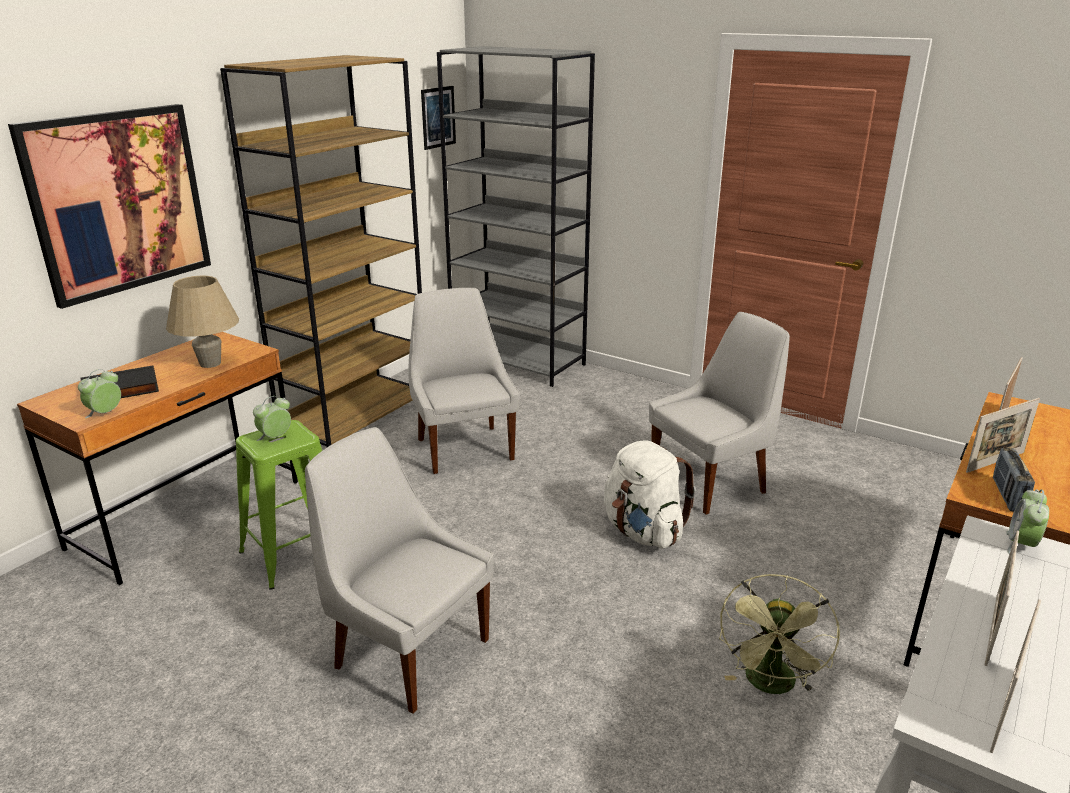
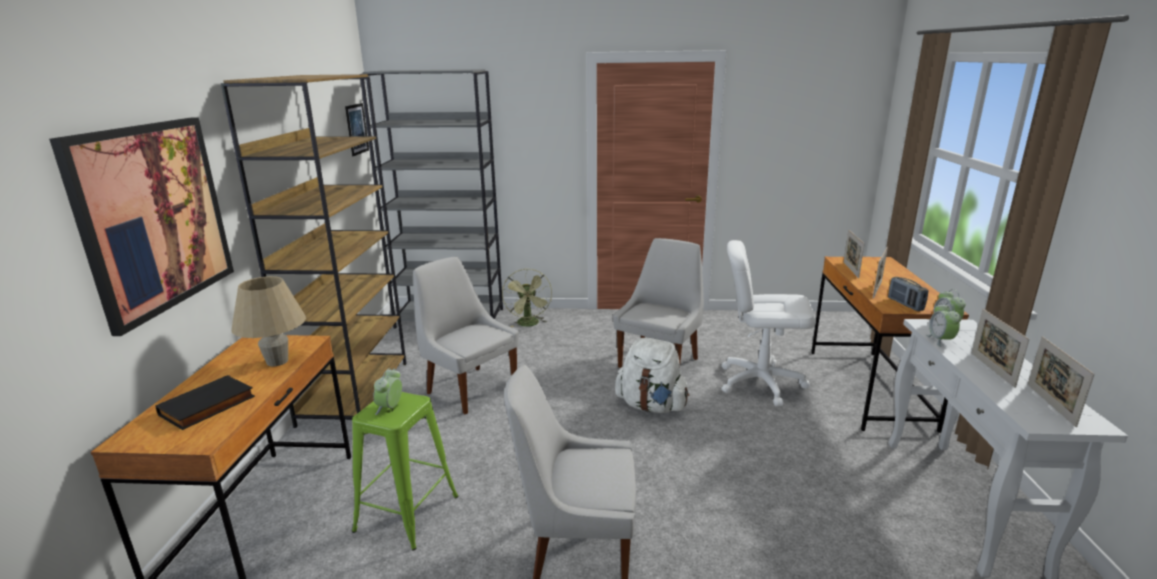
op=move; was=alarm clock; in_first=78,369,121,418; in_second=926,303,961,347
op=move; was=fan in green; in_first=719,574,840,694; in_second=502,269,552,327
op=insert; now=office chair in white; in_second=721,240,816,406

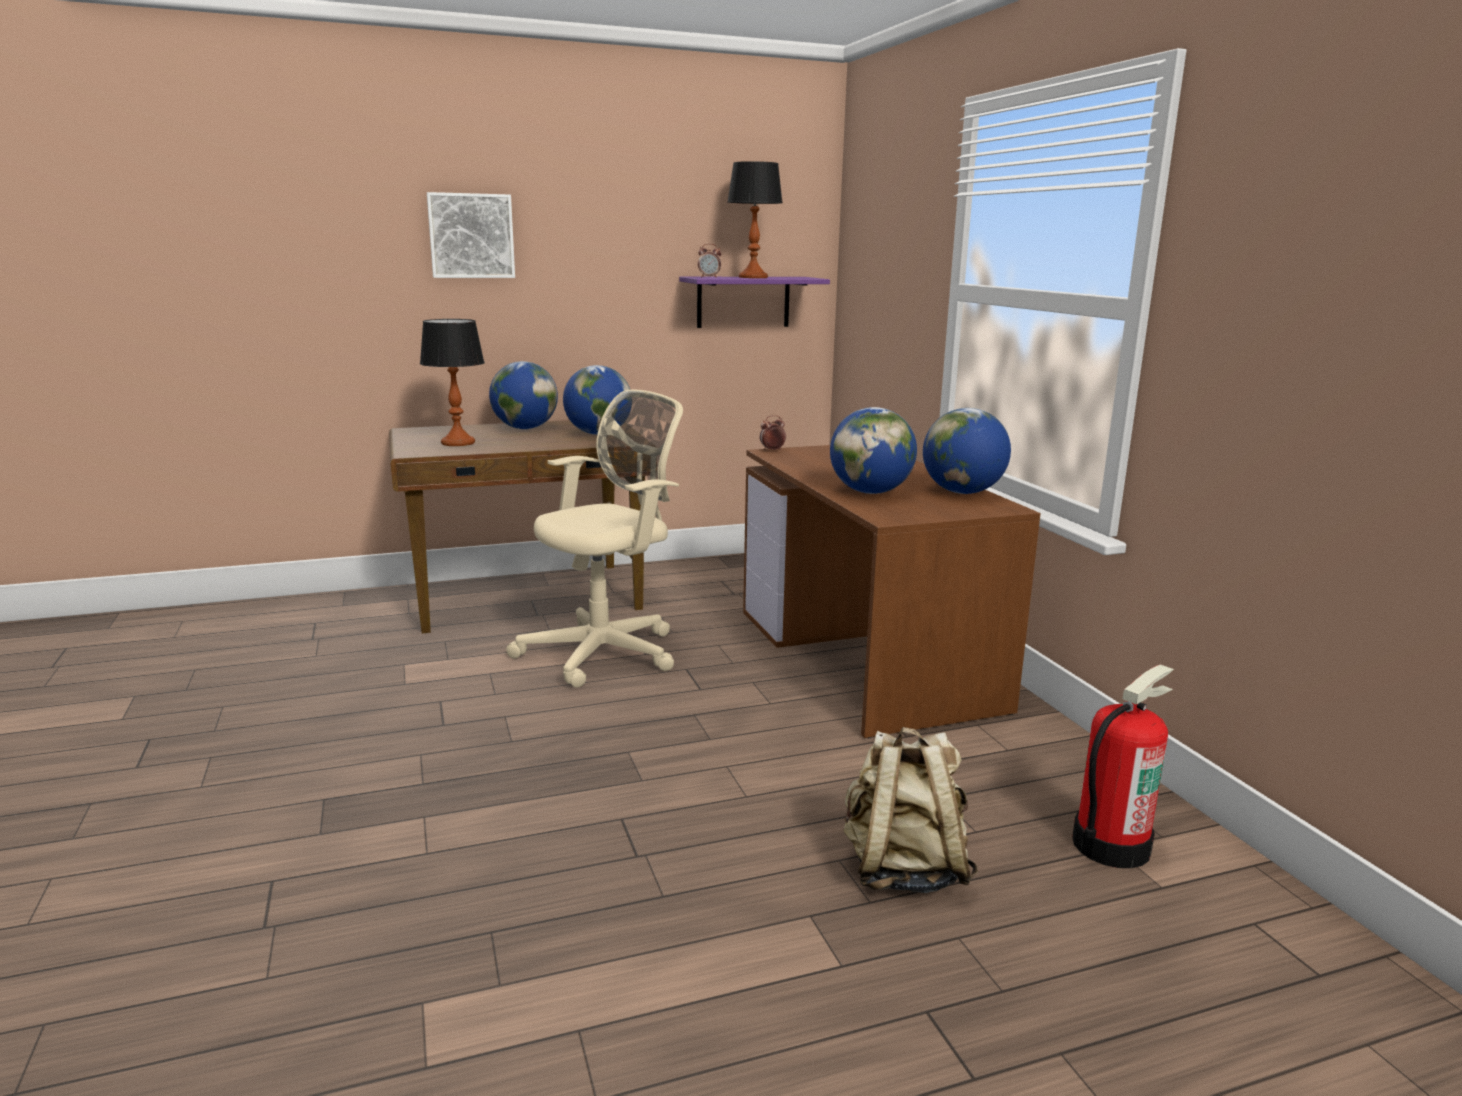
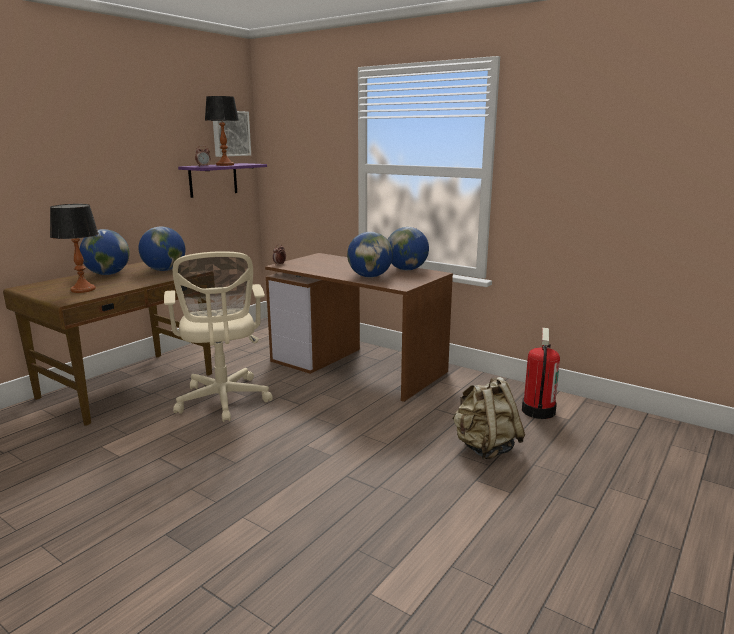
op=move; was=picture; in_first=427,192,515,278; in_second=213,111,251,157
op=rotate; was=office chair in beige; in_first=506,389,683,688; in_second=164,251,273,422; clockwise=150

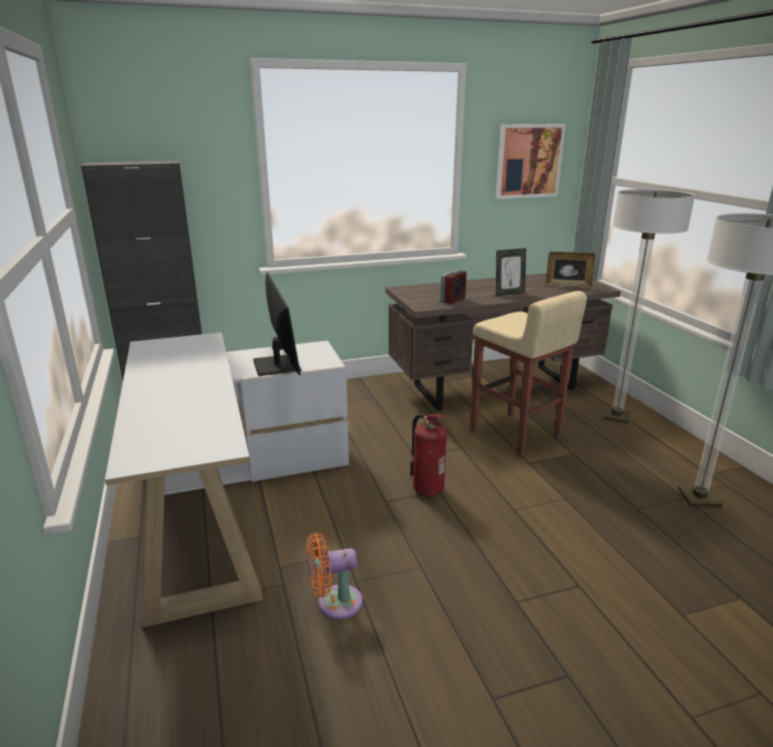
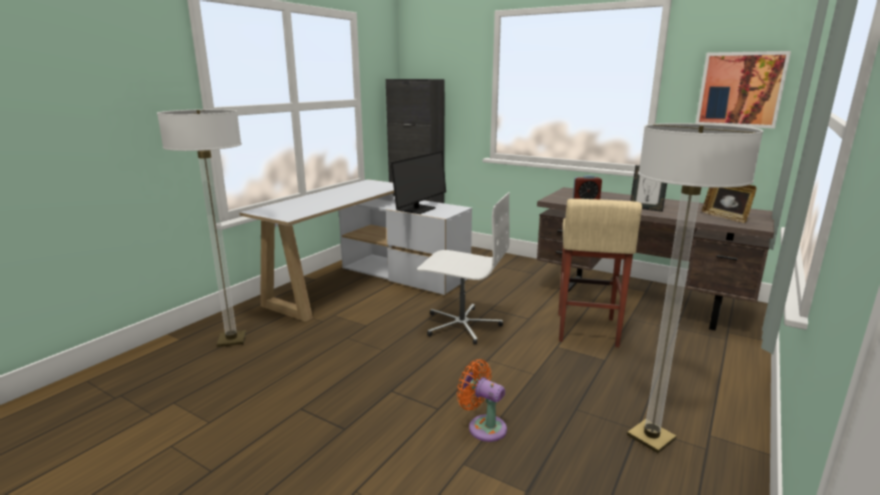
op=move; was=floor lamp; in_first=603,189,695,424; in_second=157,109,246,347
op=replace; was=fire extinguisher; now=office chair in white; in_first=410,414,447,496; in_second=417,192,510,344
op=move; was=fan in orange; in_first=307,533,363,620; in_second=457,359,507,442

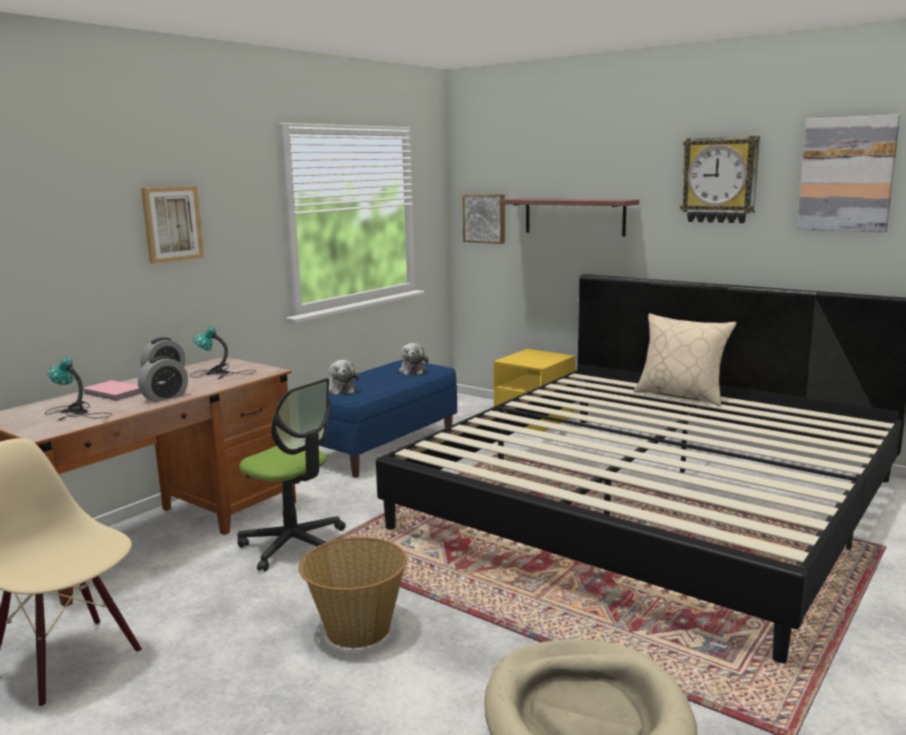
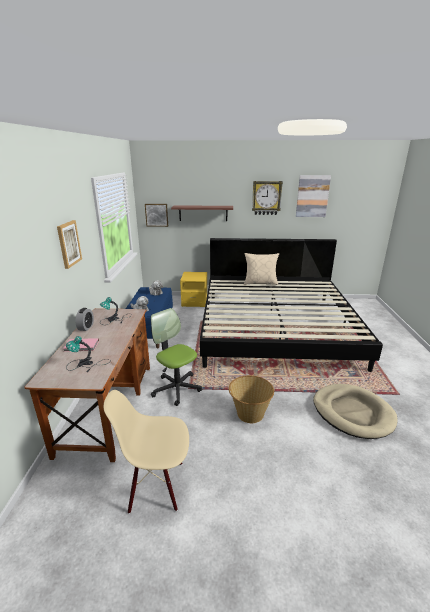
op=delete; was=alarm clock; in_first=138,356,188,402
op=rotate; was=office chair; in_first=237,378,346,571; in_second=151,308,202,406; clockwise=-135

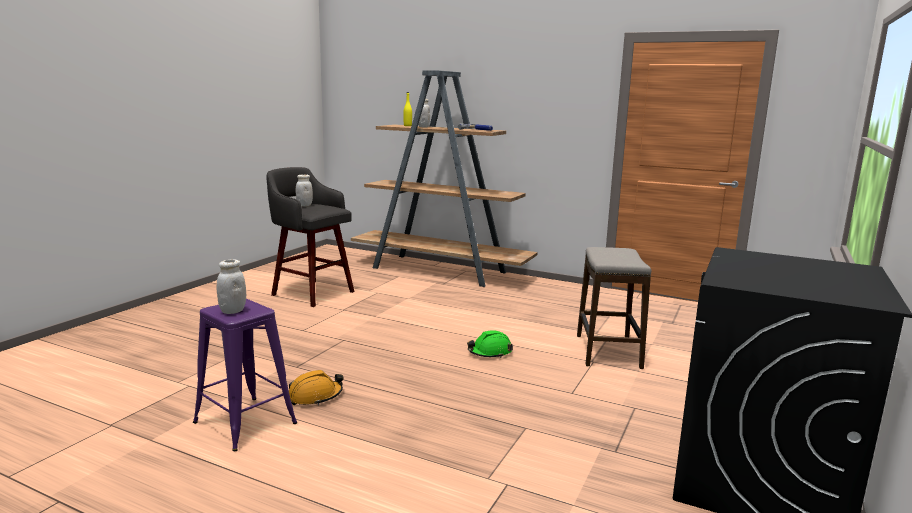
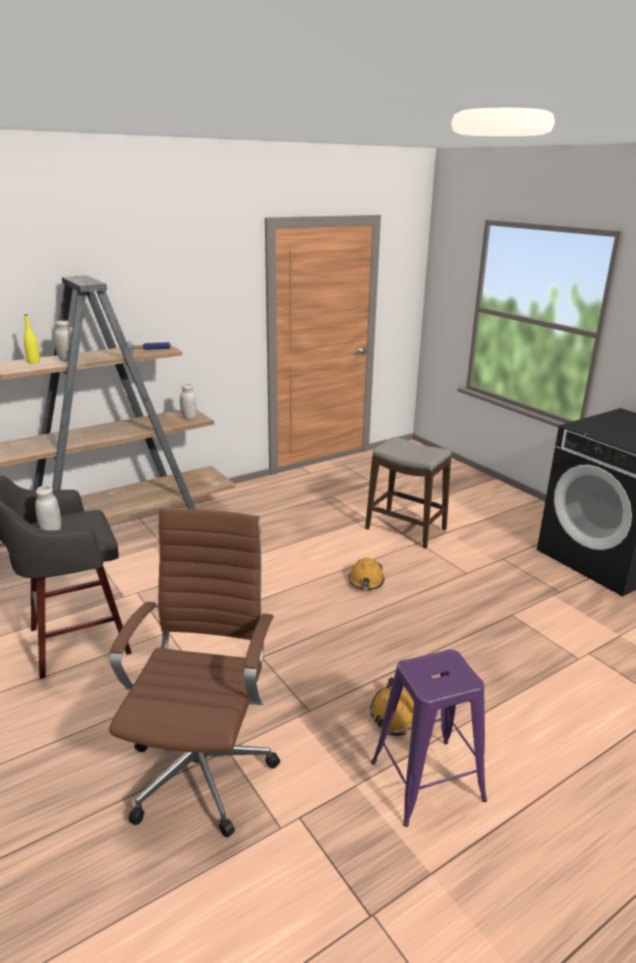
op=move; was=jar in white; in_first=217,259,246,314; in_second=180,384,197,419
op=recolor; was=hard hat in green; now=hard hat in orange; in_first=467,330,513,358; in_second=349,558,385,590
op=insert; now=office chair in brown; in_second=109,508,280,838

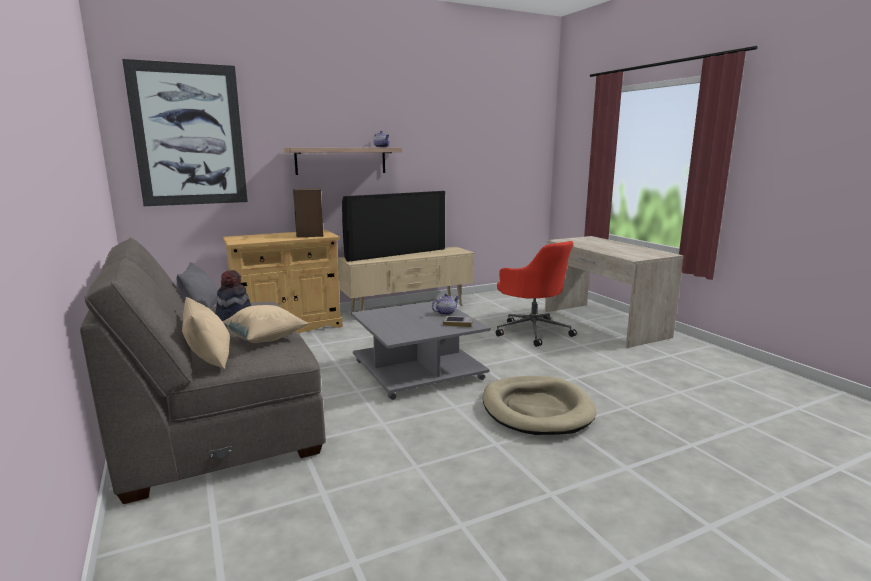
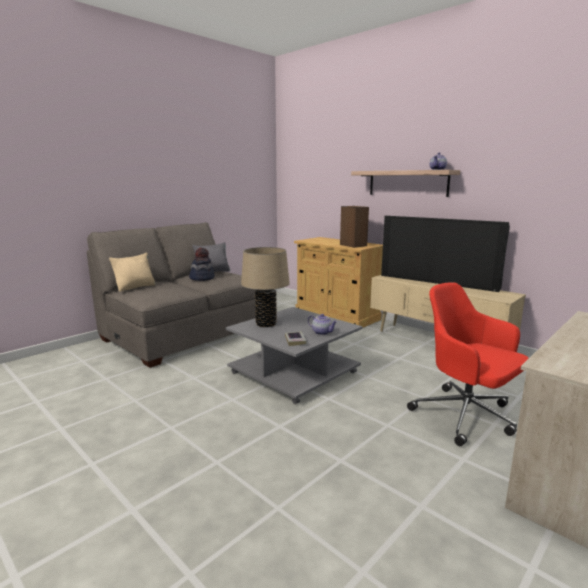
op=delete; was=picture; in_first=122,59,248,206
op=rotate; was=office chair in red; in_first=496,241,577,347; in_second=407,283,529,446; clockwise=105
op=delete; was=pillow in beige; in_first=222,305,308,343
op=delete; was=dog bed in beige; in_first=483,376,596,435
op=insert; now=table lamp in beige; in_second=241,247,290,327

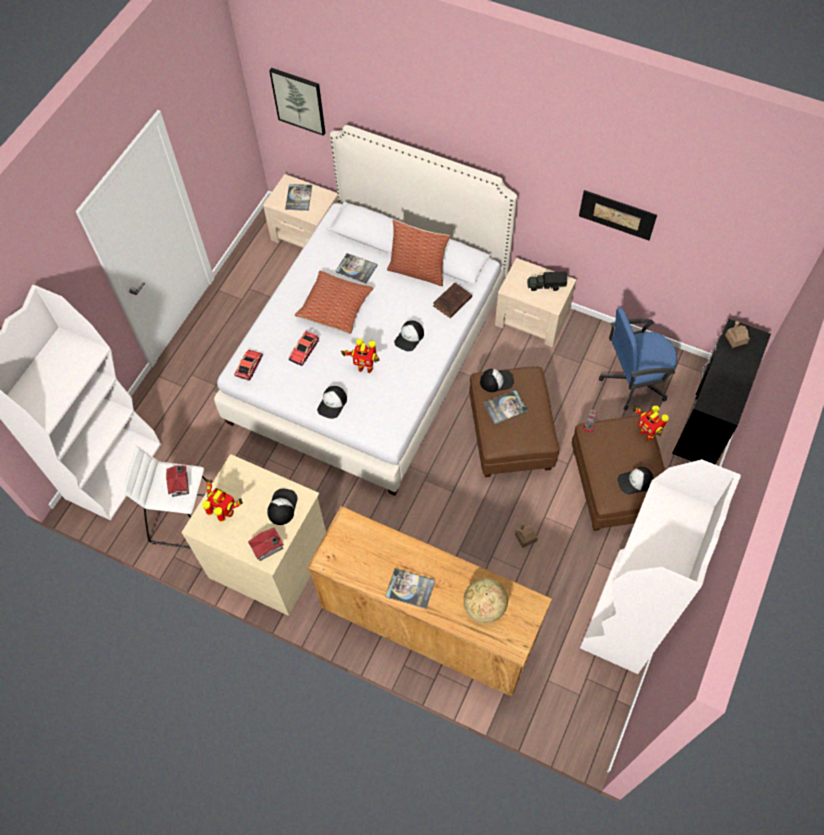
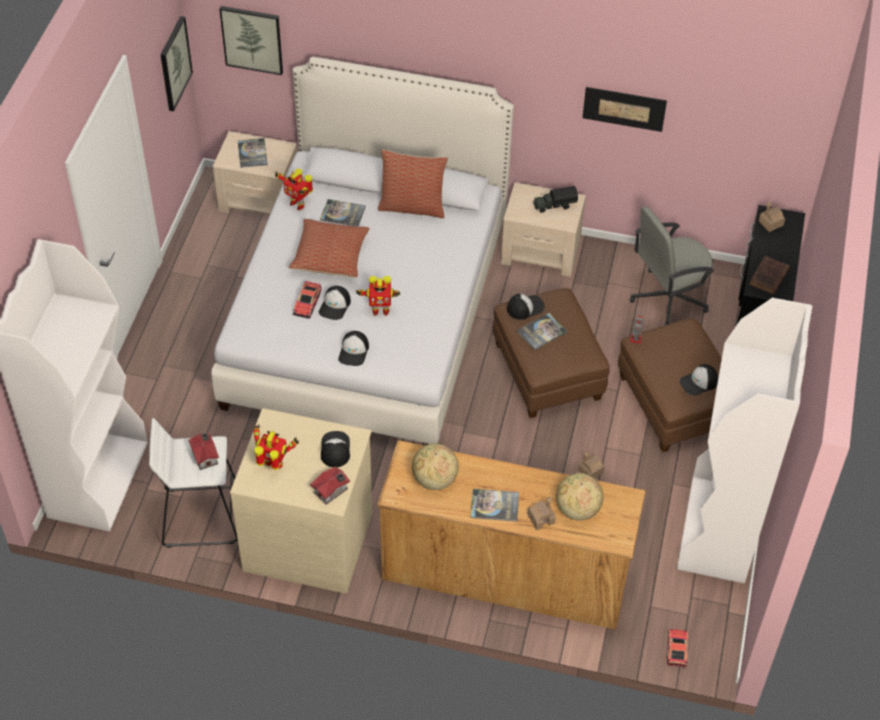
op=move; was=book in brown; in_first=433,282,472,318; in_second=749,256,790,295
op=recolor; was=office chair in blue; now=office chair in grey; in_first=599,308,677,410; in_second=630,206,714,326
op=move; was=cap; in_first=394,320,424,351; in_second=319,286,351,320
op=move; was=toy car; in_first=234,350,263,381; in_second=667,629,688,667
op=move; was=toy robot; in_first=633,405,669,441; in_second=275,169,313,210
op=insert; now=picture; in_second=161,16,193,111
op=insert; now=globe; in_second=412,443,459,490
op=insert; now=toy house; in_second=528,497,556,530

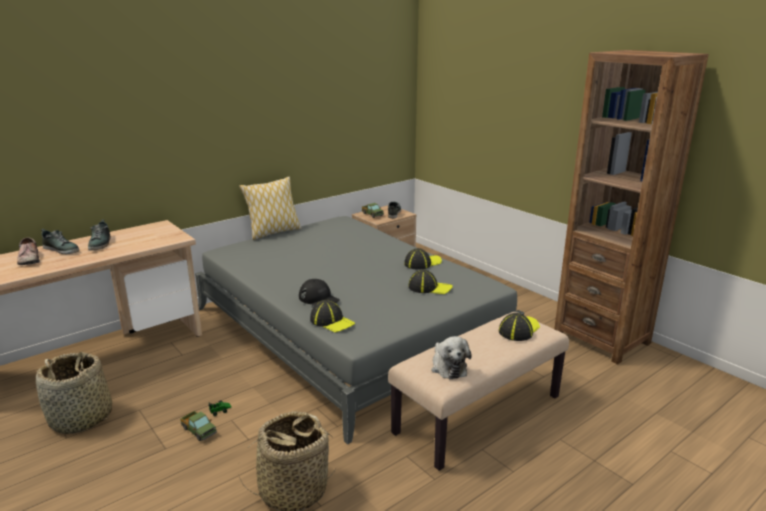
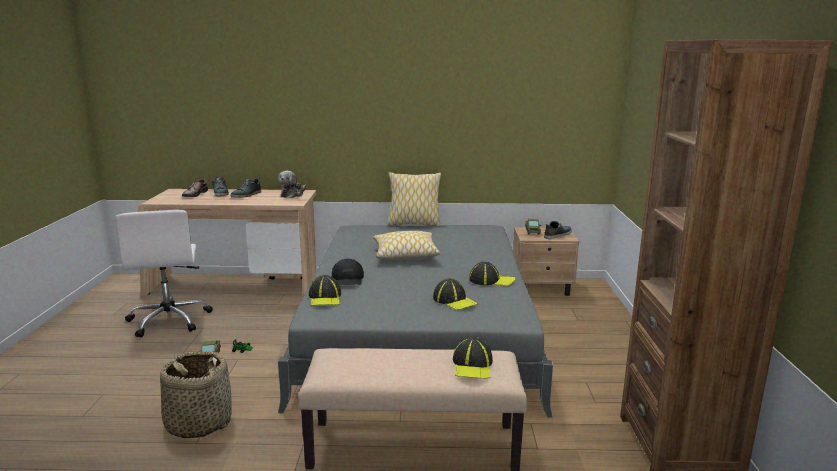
op=rotate; was=cap; in_first=499,313,540,341; in_second=453,336,493,379; clockwise=105
op=move; was=plush toy; in_first=432,336,472,379; in_second=278,171,306,198
op=replace; was=basket; now=office chair in white; in_first=36,352,112,434; in_second=115,210,213,337
op=insert; now=pillow; in_second=373,231,441,260

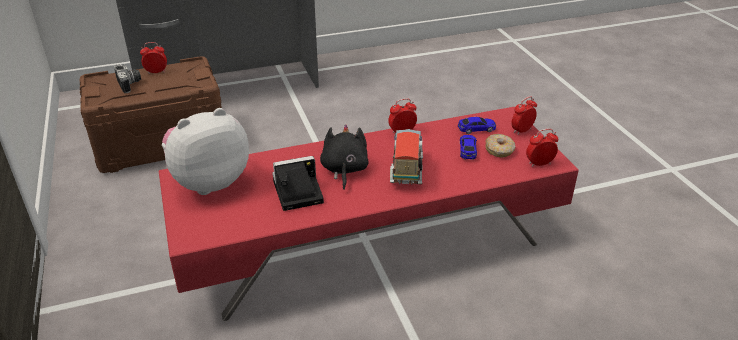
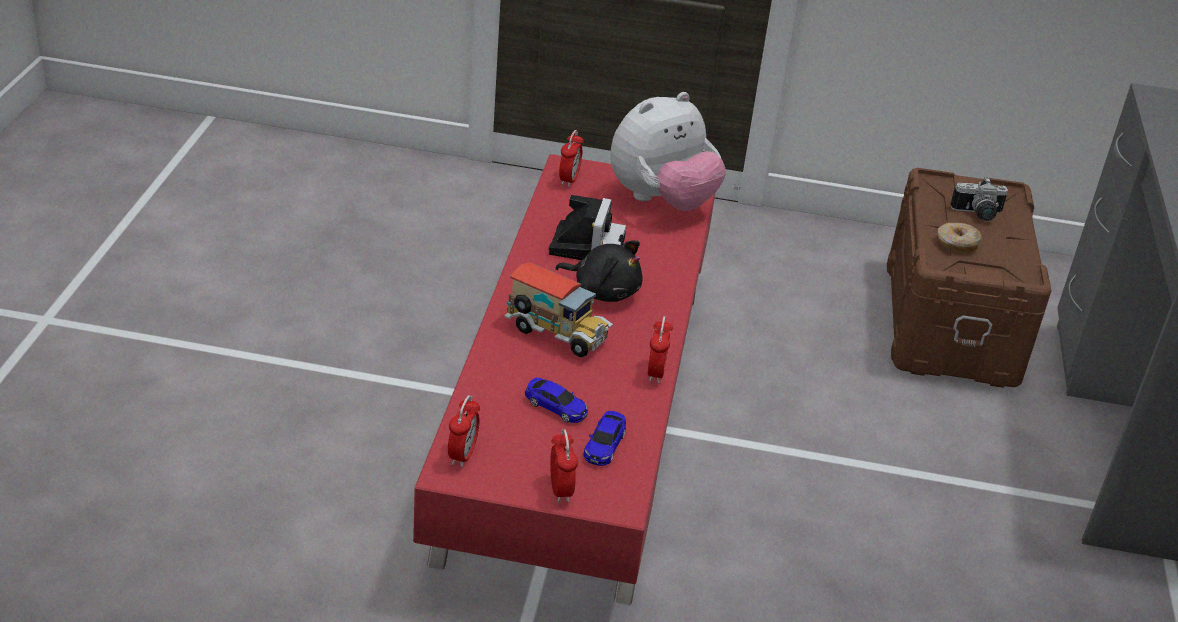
op=move; was=alarm clock; in_first=140,42,167,74; in_second=559,130,584,187
op=rotate; was=plush toy; in_first=162,108,249,195; in_second=610,92,726,211; clockwise=60
op=move; was=donut; in_first=485,134,516,158; in_second=937,223,982,254

